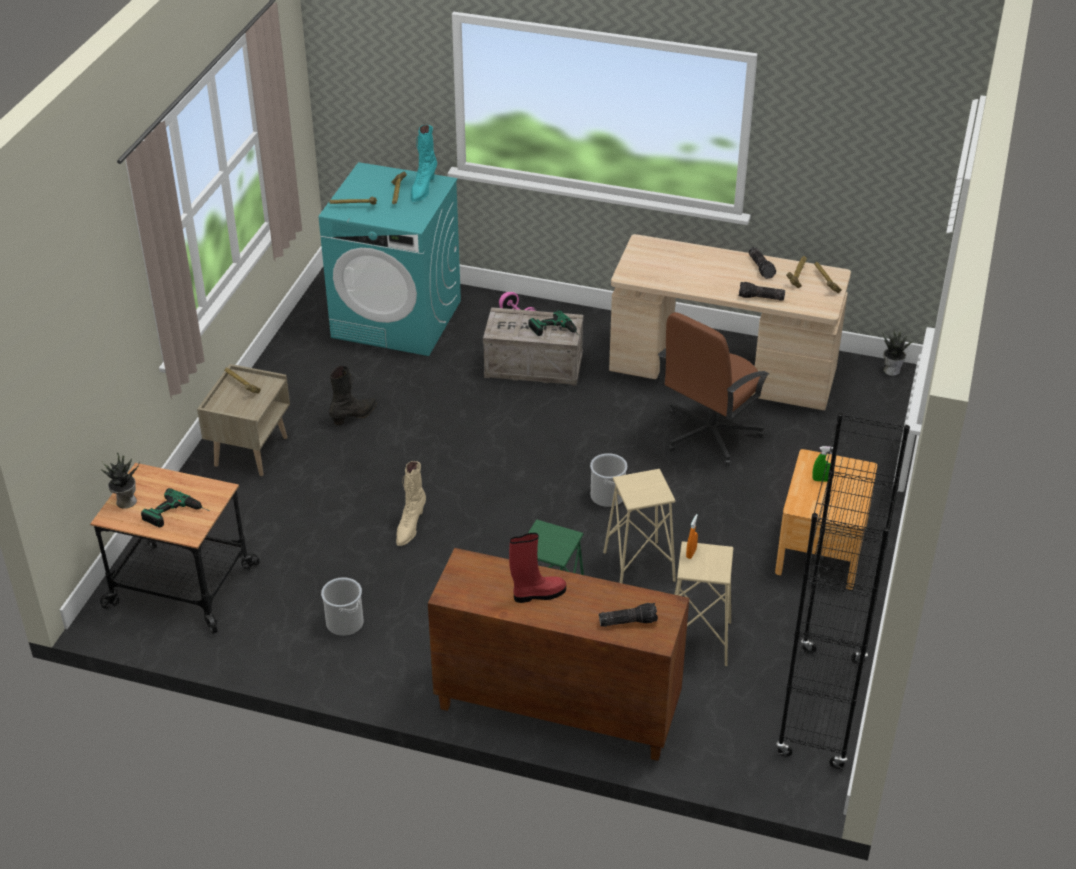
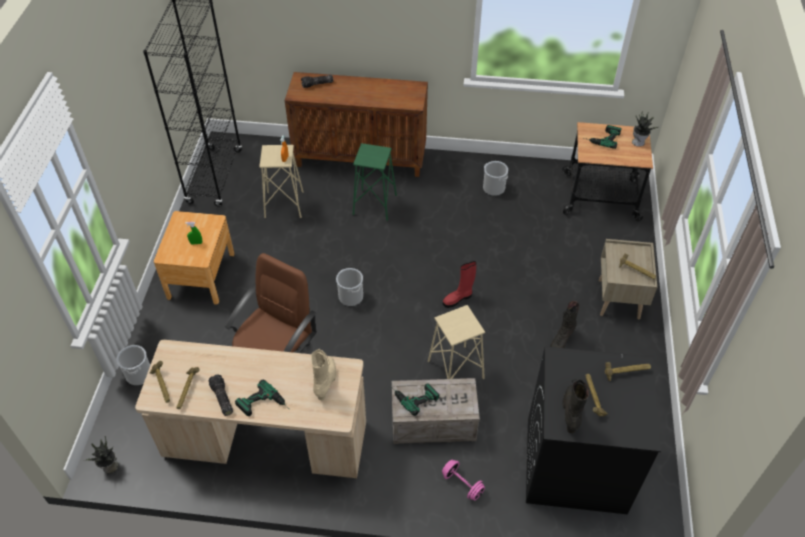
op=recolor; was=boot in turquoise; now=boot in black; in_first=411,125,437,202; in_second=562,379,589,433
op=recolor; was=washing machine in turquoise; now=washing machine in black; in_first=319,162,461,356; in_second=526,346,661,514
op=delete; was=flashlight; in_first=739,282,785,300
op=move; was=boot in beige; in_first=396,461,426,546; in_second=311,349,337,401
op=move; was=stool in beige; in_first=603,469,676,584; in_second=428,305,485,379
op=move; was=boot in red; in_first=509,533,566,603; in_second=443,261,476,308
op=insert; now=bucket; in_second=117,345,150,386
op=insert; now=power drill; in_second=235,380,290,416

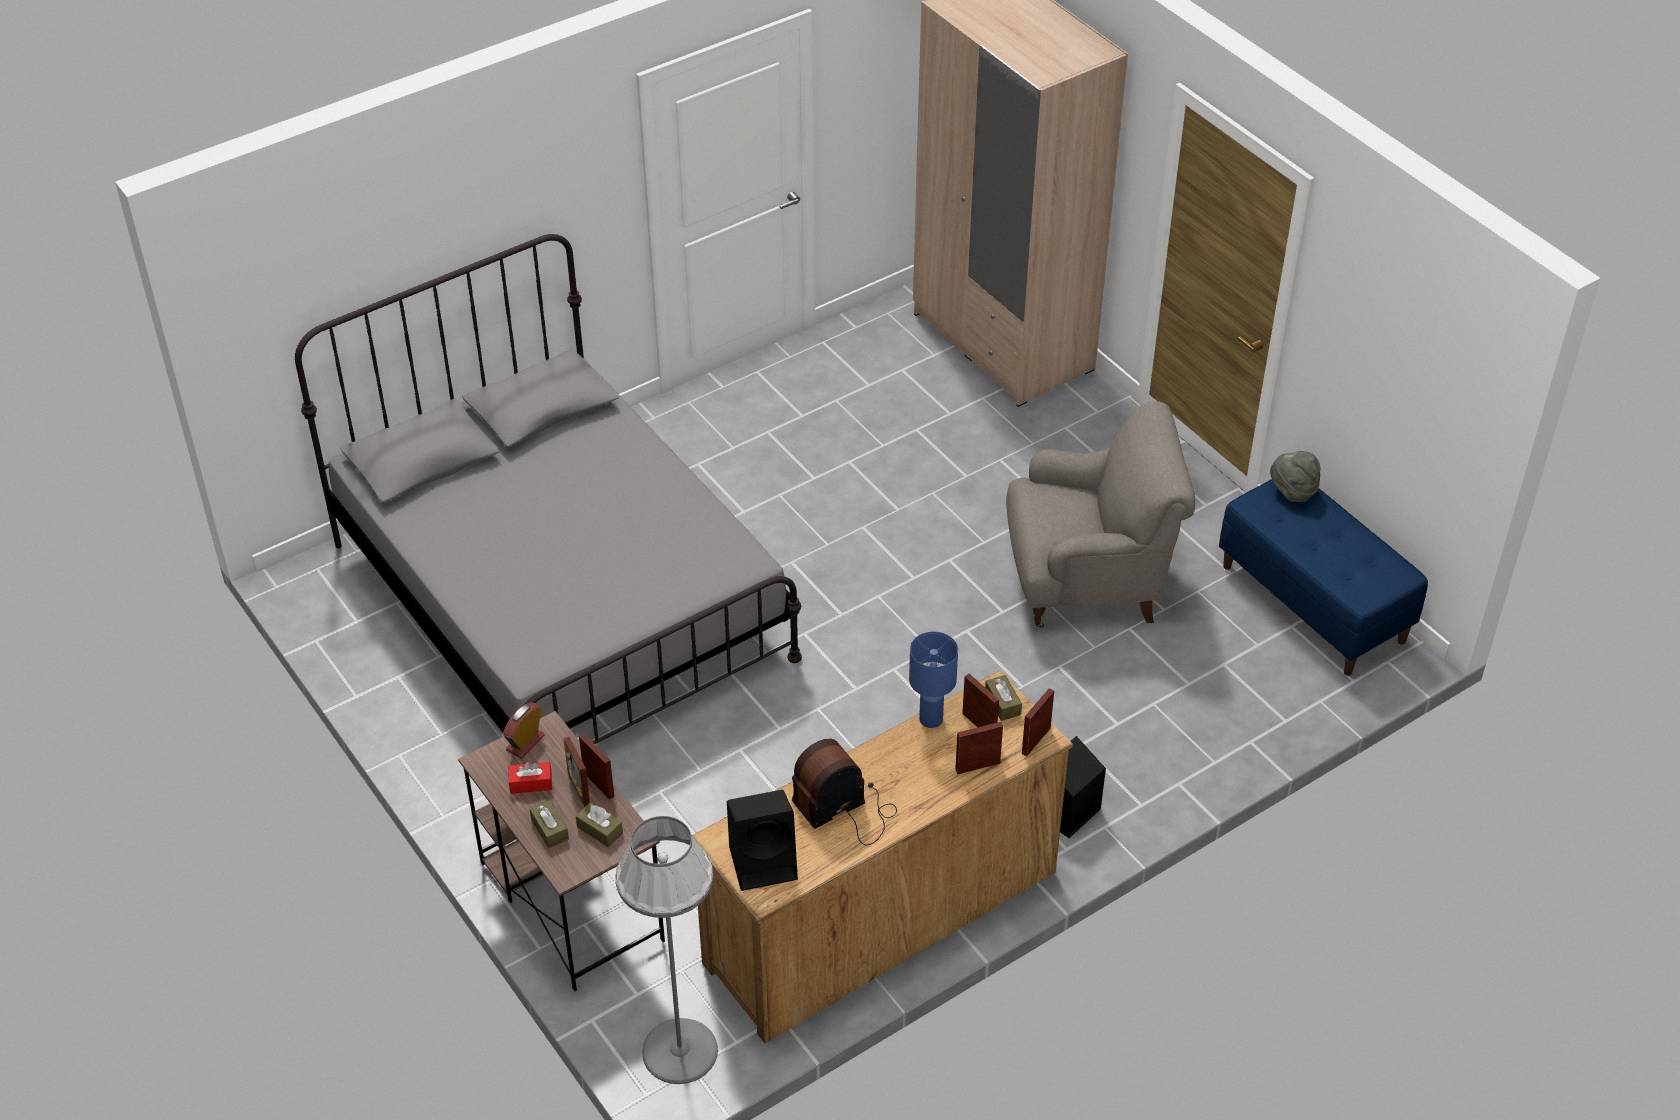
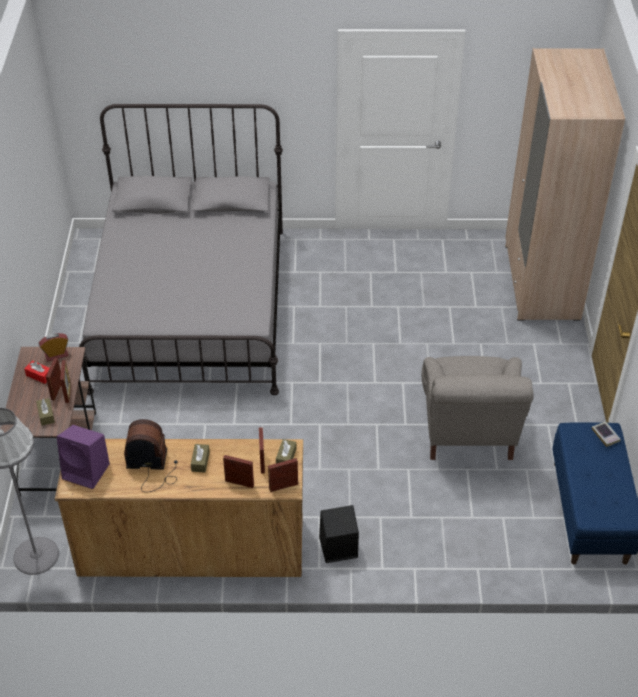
op=rotate; was=armchair in grey; in_first=1006,401,1195,628; in_second=422,356,534,460; clockwise=60
op=replace; was=hat in grey; now=book; in_first=1270,451,1320,502; in_second=592,421,621,447
op=delete; was=table lamp in blue; in_first=909,632,958,728
op=recolor; was=speaker in black; now=speaker in purple; in_first=727,790,798,891; in_second=57,425,110,489
op=move; was=tissue box in brown; in_first=530,800,569,848; in_second=191,444,210,473

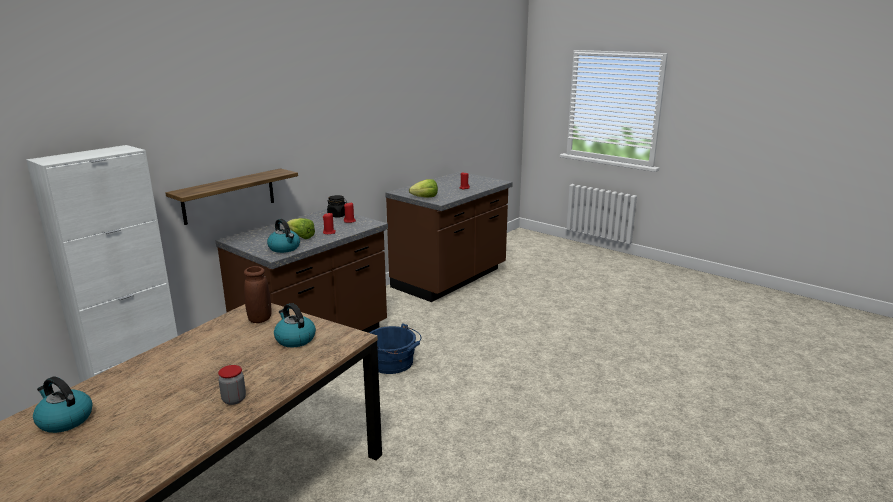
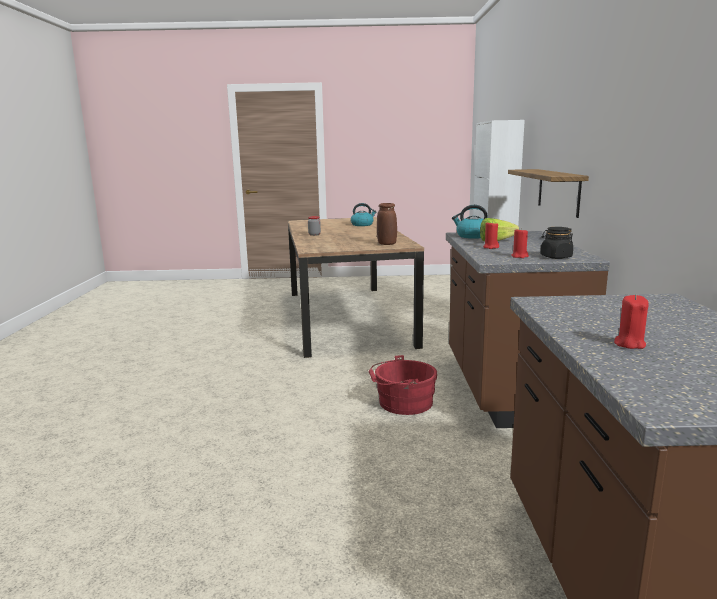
op=delete; was=lettuce; in_first=409,179,438,198
op=delete; was=kettle; in_first=274,303,316,347
op=recolor; was=bucket in blue; now=bucket in red; in_first=369,323,422,374; in_second=369,355,437,415

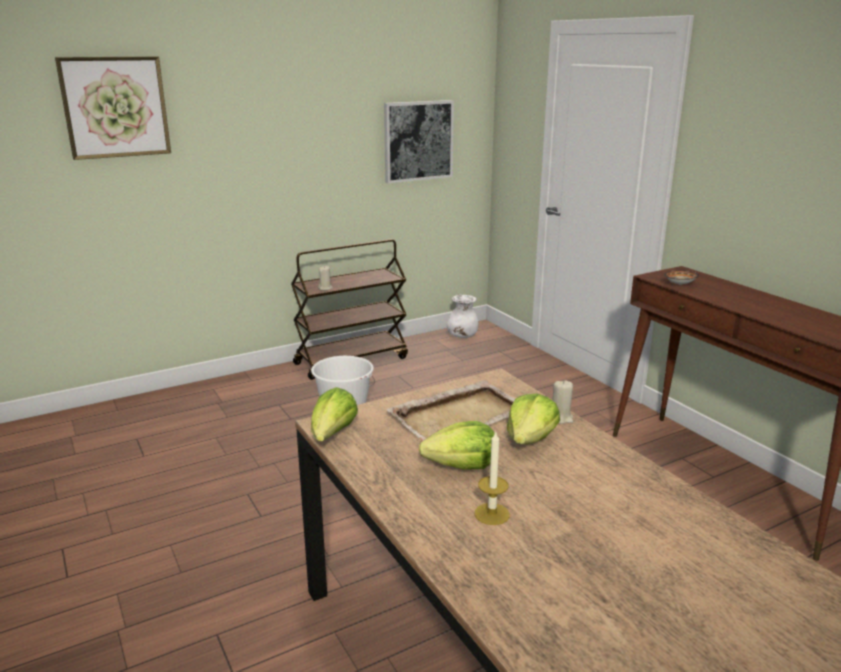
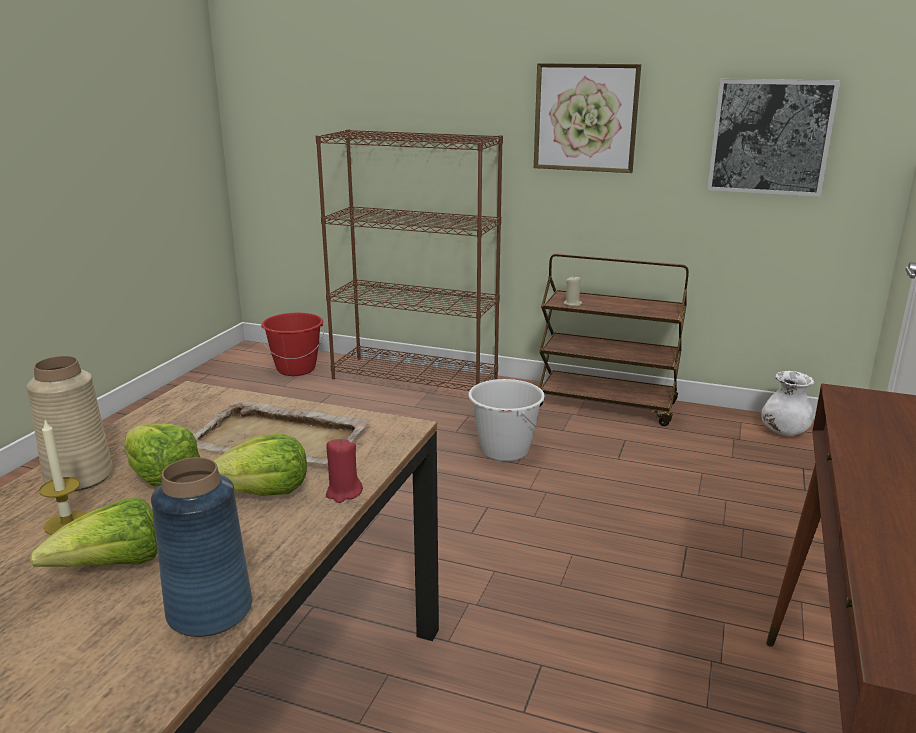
op=move; was=picture; in_first=55,56,171,160; in_second=534,63,641,173
op=delete; was=bowl; in_first=664,270,699,285
op=recolor; was=candle in beige; now=candle in red; in_first=552,380,573,424; in_second=326,439,363,503
op=move; was=lettuce; in_first=311,387,358,442; in_second=30,498,158,567
op=insert; now=bookcase in brown; in_second=316,129,503,391
op=insert; now=bucket in red; in_second=260,313,325,376
op=insert; now=vase in beige; in_second=26,356,113,491
op=insert; now=vase in blue; in_second=151,457,252,637

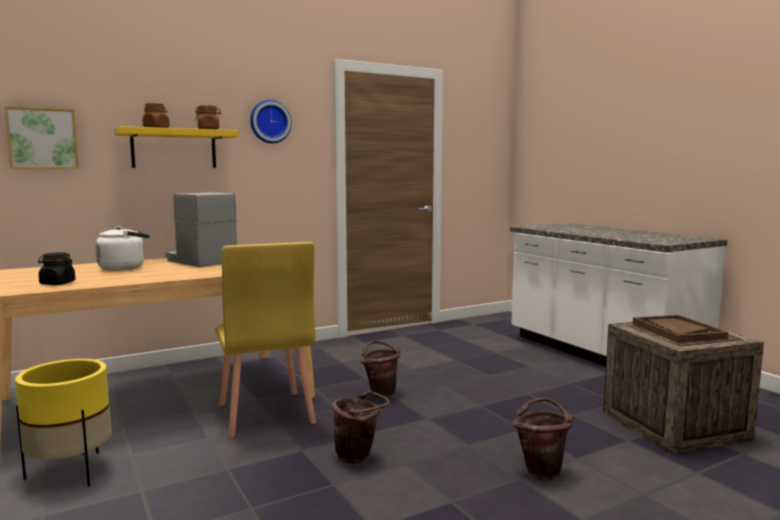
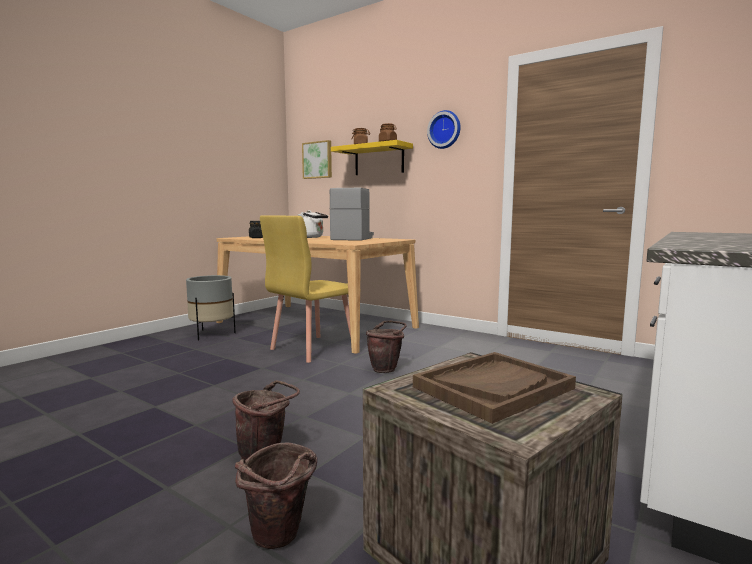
op=recolor; was=planter in yellow; now=planter in grey; in_first=15,359,112,487; in_second=186,275,236,341
op=move; was=bucket in brown; in_first=332,391,390,464; in_second=235,443,317,549

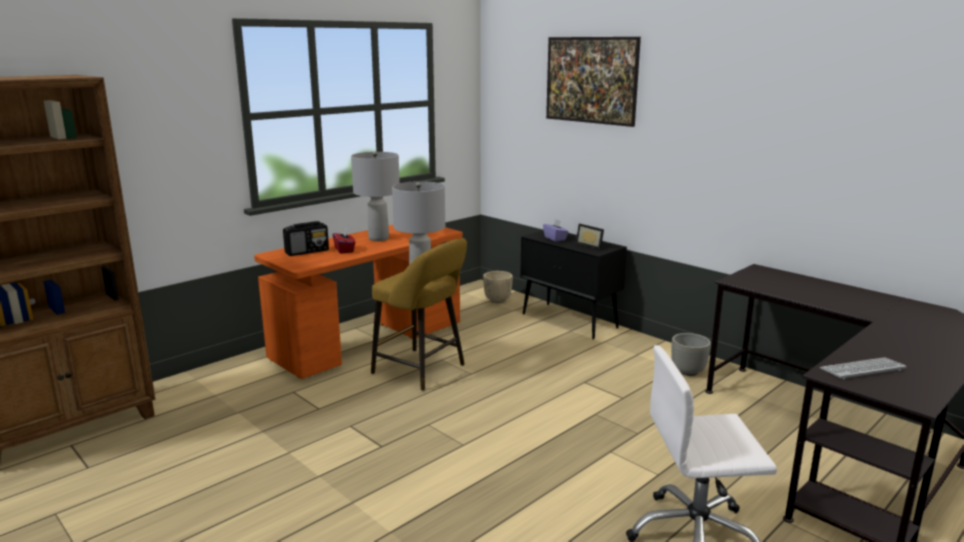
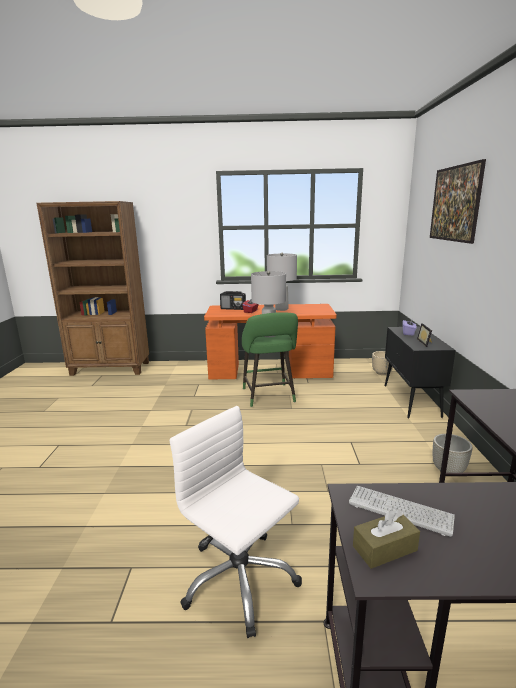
op=recolor; was=stool in yellow; now=stool in green; in_first=371,238,467,391; in_second=242,312,298,407
op=insert; now=tissue box in brown; in_second=353,510,420,569

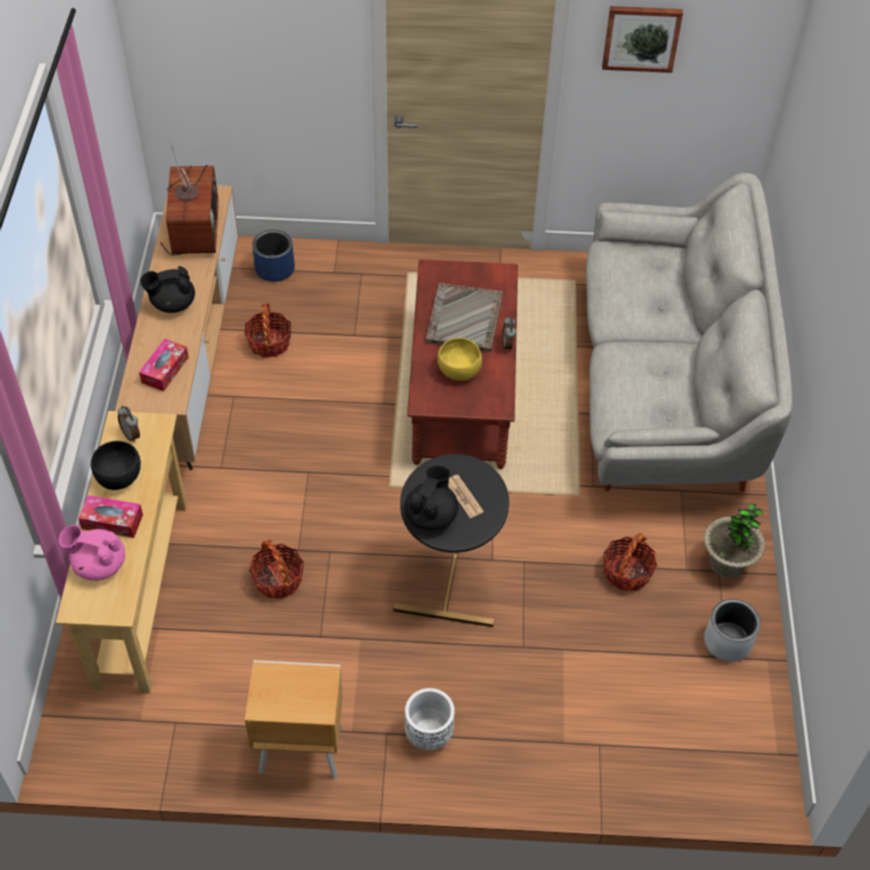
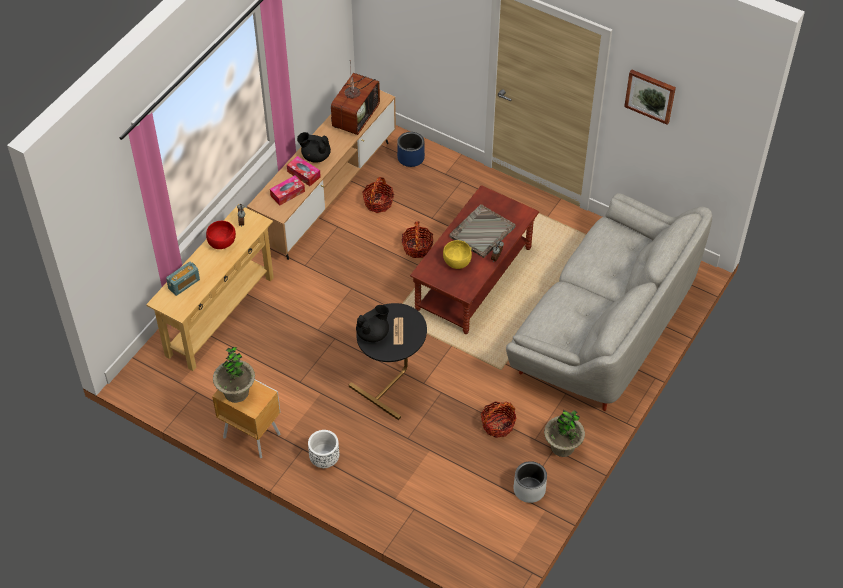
op=recolor; was=bowl in black; now=bowl in red; in_first=91,441,141,490; in_second=206,221,236,249
op=move; was=tissue box; in_first=78,495,143,538; in_second=287,156,321,186
op=replace; was=teapot in pink; now=radio; in_first=59,525,125,581; in_second=166,262,200,296
op=move; was=basket; in_first=249,540,304,599; in_second=402,221,434,258
op=insert; now=potted plant; in_second=213,347,255,403

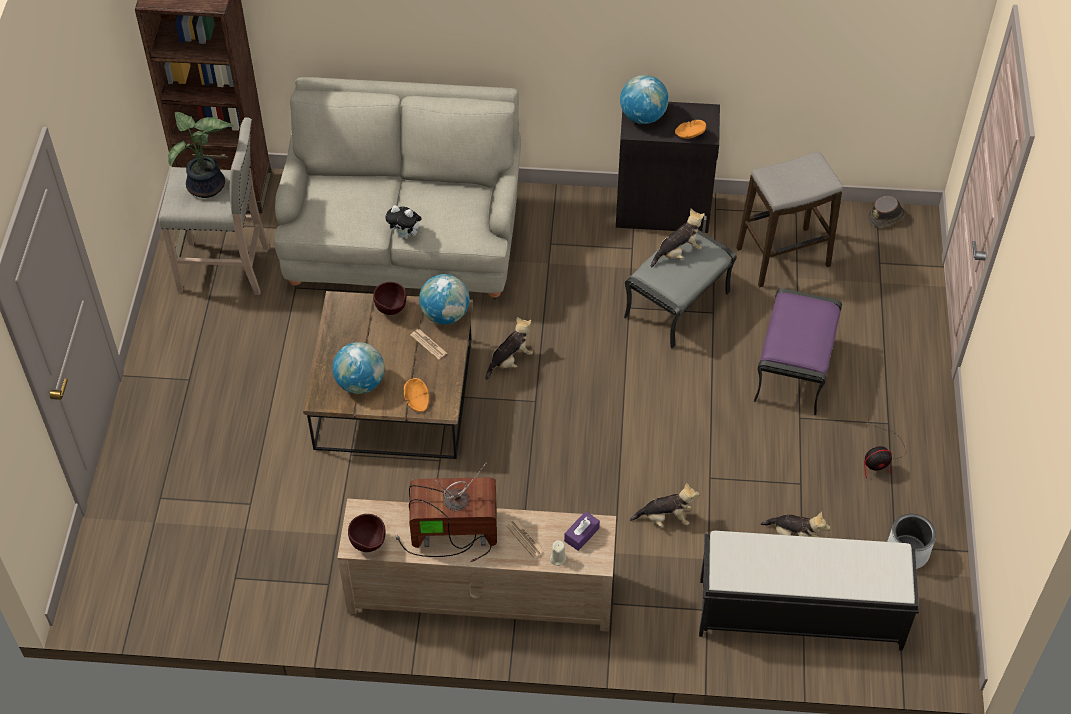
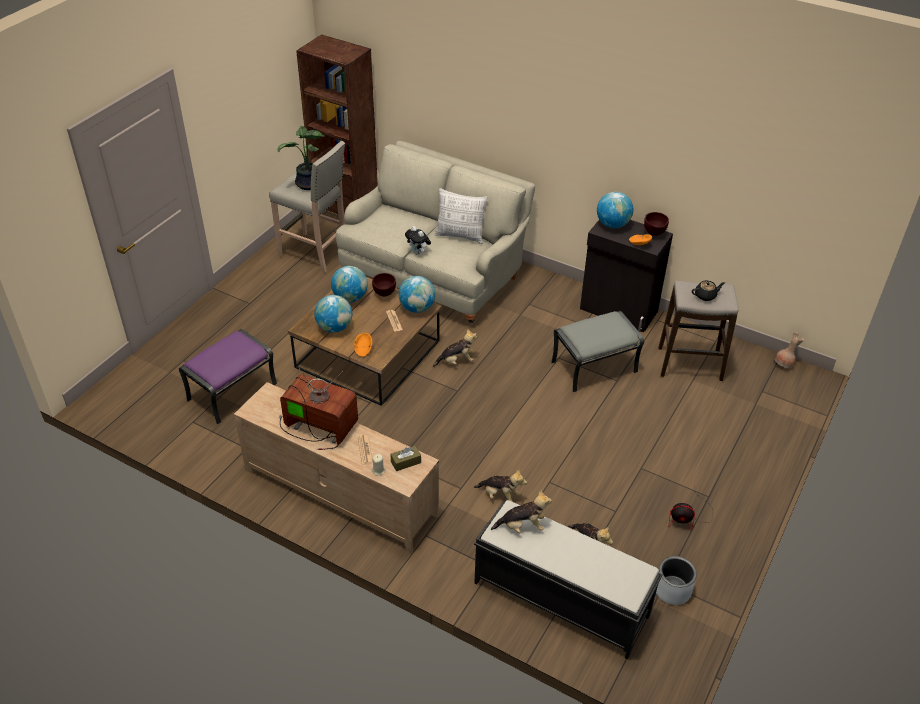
op=replace; was=hat in brown; now=vase in brown; in_first=868,196,905,227; in_second=775,332,804,368
op=move; was=plush toy; in_first=651,209,705,268; in_second=491,489,552,533
op=move; was=ottoman in purple; in_first=754,288,842,415; in_second=179,329,277,424
op=recolor; was=tissue box in purple; now=tissue box in brown; in_first=564,511,600,551; in_second=390,446,421,471
op=move; was=bowl in brown; in_first=348,514,386,552; in_second=644,212,669,236
op=insert; now=pillow; in_second=434,188,487,244
op=insert; now=globe; in_second=331,266,368,302
op=insert; now=teapot in black; in_second=692,281,725,301

